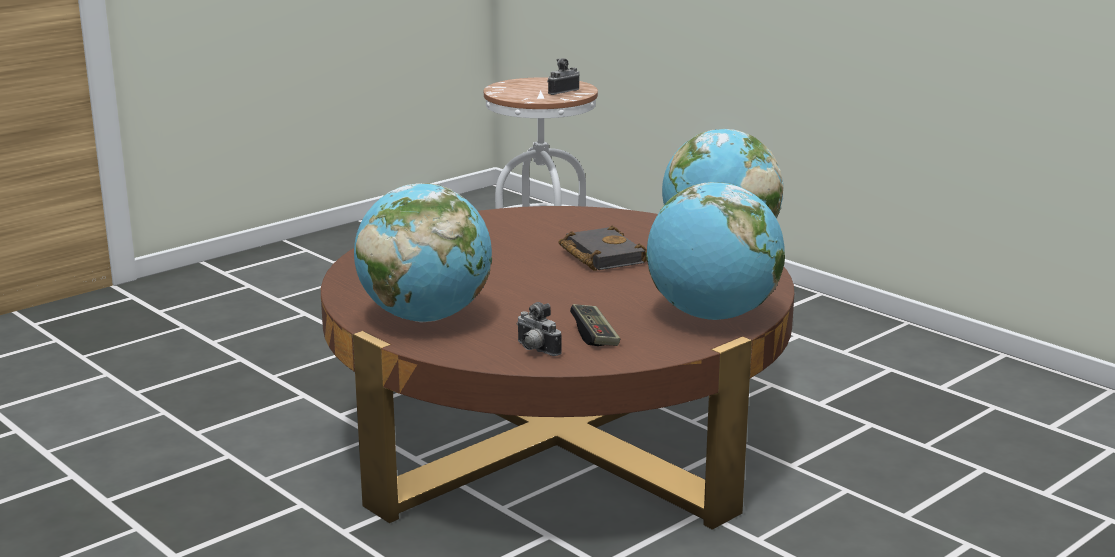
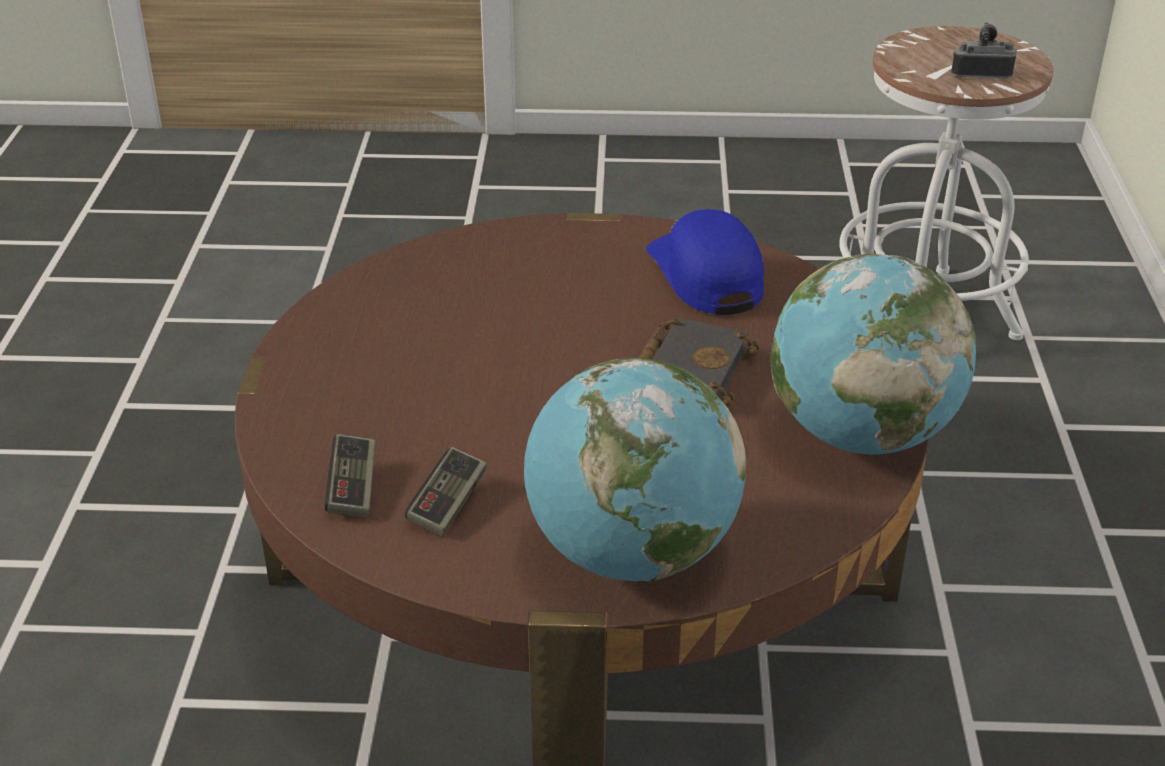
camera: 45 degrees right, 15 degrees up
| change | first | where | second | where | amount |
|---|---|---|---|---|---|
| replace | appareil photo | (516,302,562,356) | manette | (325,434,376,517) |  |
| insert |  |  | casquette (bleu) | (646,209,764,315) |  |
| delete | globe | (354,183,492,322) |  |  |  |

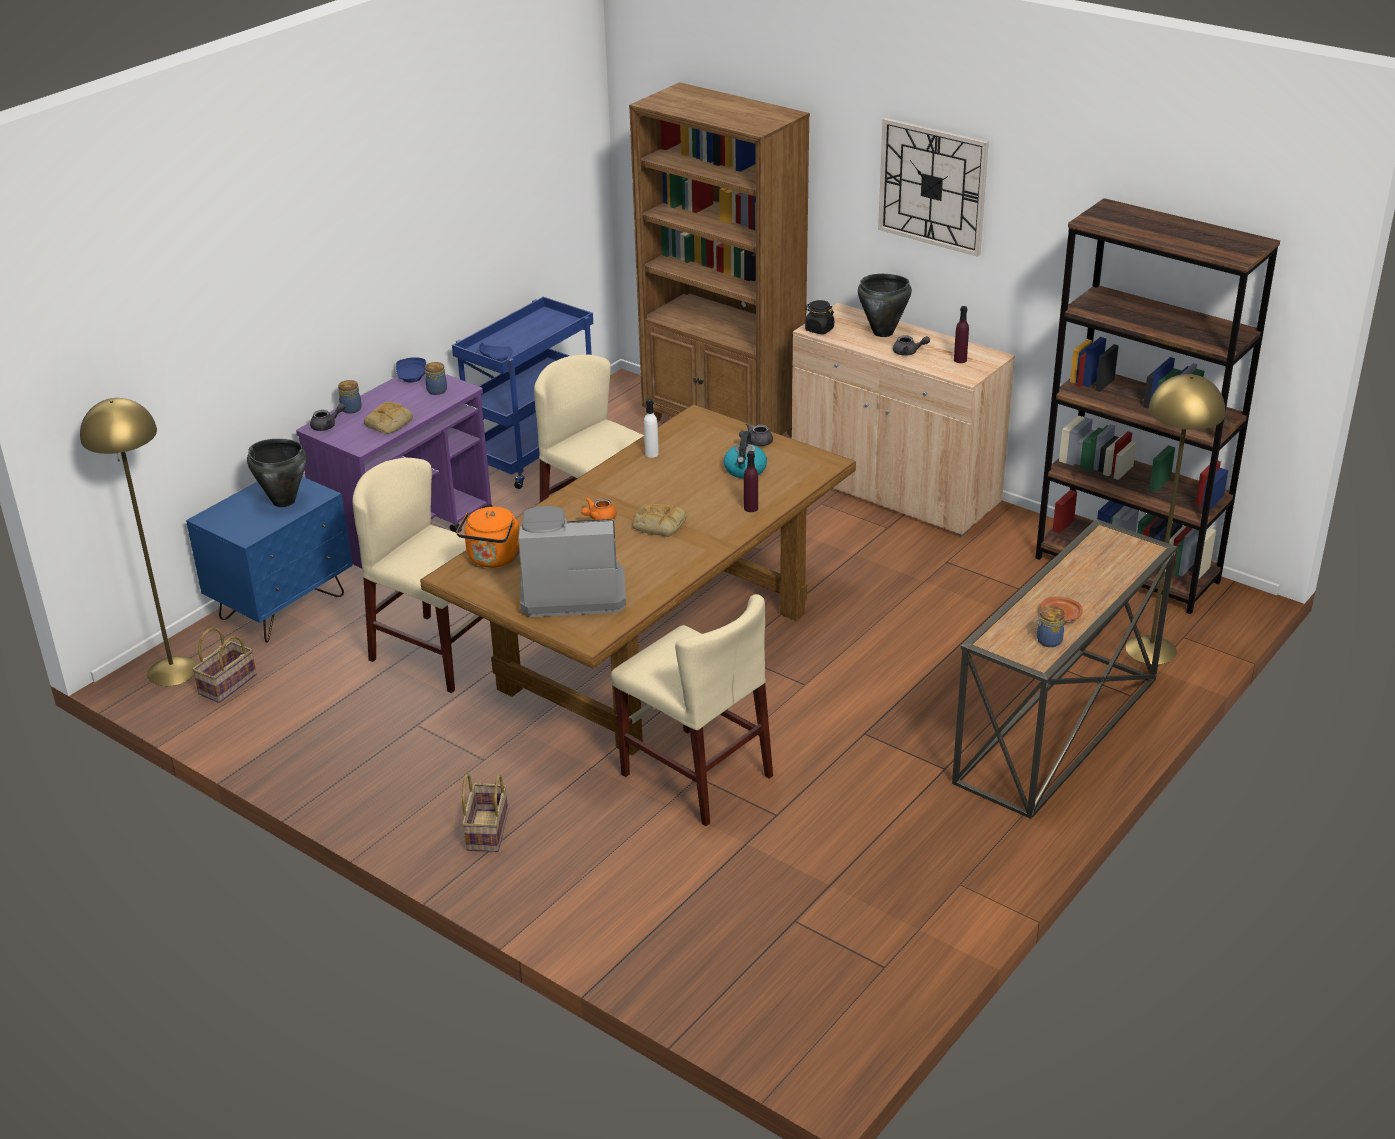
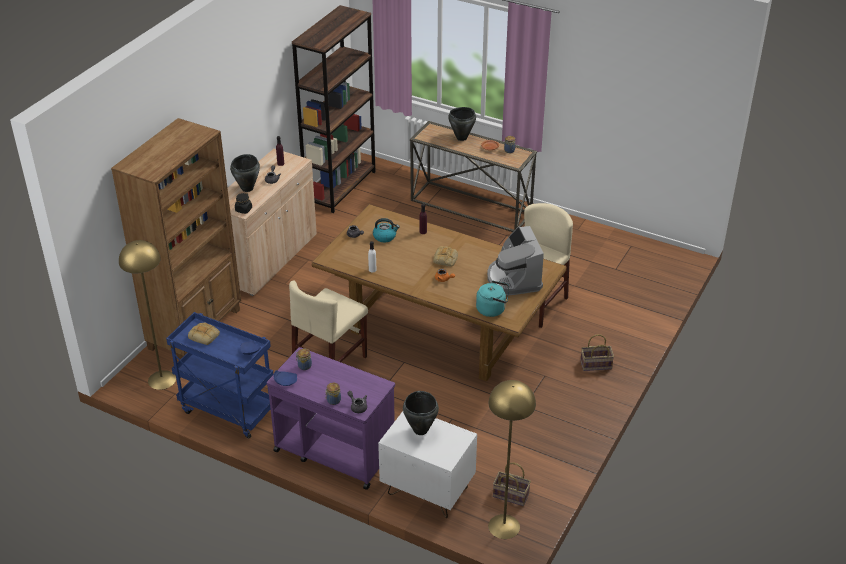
camera: 100 degrees left, 5 degrees up
| change | first | where | second | where | amount |
|---|---|---|---|---|---|
| move | lampadaire (jaune) | (1125,374,1225,664) |  | (119,240,176,390) |  |
| move | pain | (364,402,413,434) |  | (188,322,220,345) |  |
| recolor | table de chevet (bleu) | (186,476,352,643) | table de chevet (blanc) | (378,411,477,518) |  |
| insert |  |  | marmite (noir) | (448,107,476,141) |  |
| recolor | bouilloire (orange) | (456,507,519,568) | bouilloire (turquoise) | (476,281,509,317) |  |
| delete | chaise (beige) | (353,458,483,693) |  |  |  |
| delete | horloge murale | (878,118,989,257) |  |  |  |

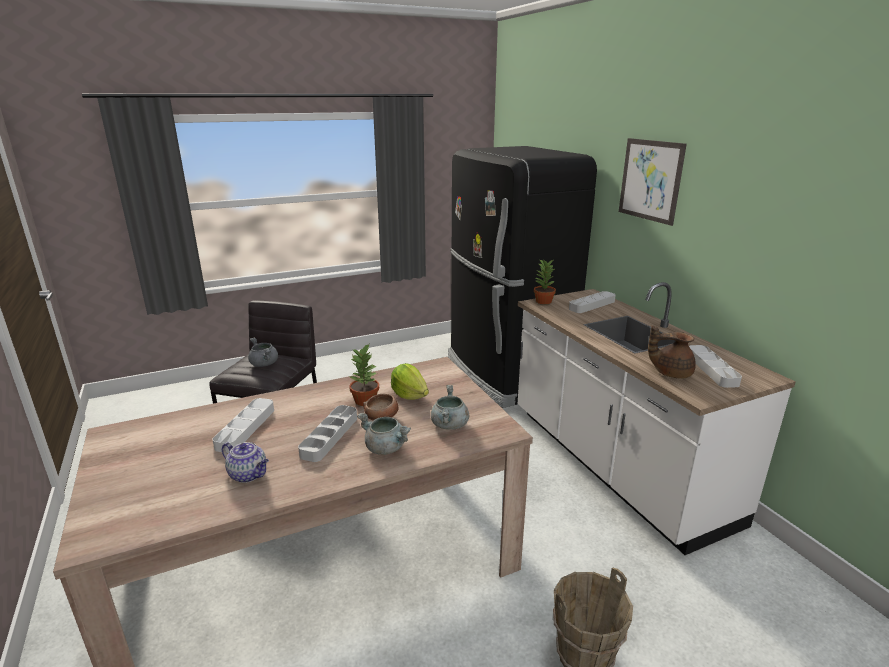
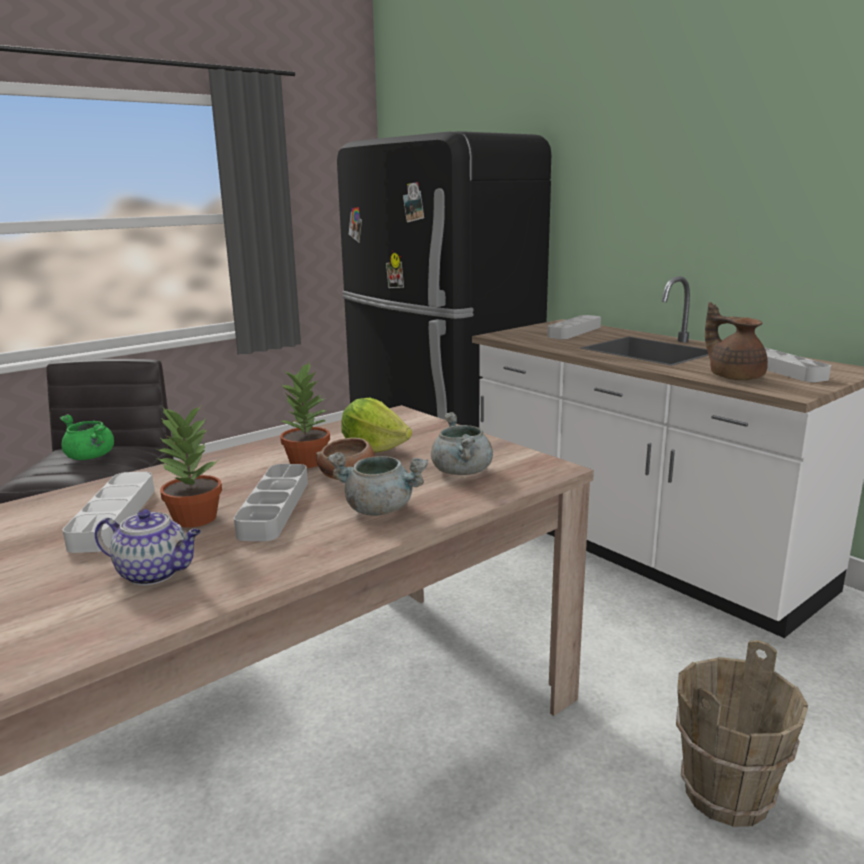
camera: 15 degrees left, 5 degrees down
| change | first | where | second | where | amount |
|---|---|---|---|---|---|
| recolor | marmite (gris) | (248,338,278,367) | marmite (vert) | (60,414,114,460) |  |
| move | plante en pot | (534,260,556,304) |  | (156,406,222,528) |  |
| rotate | théière (marron) | (648,326,696,379) |  | (705,302,768,380) | 60 degrees clockwise |
| delete | tableau | (619,138,687,226) |  |  |  |

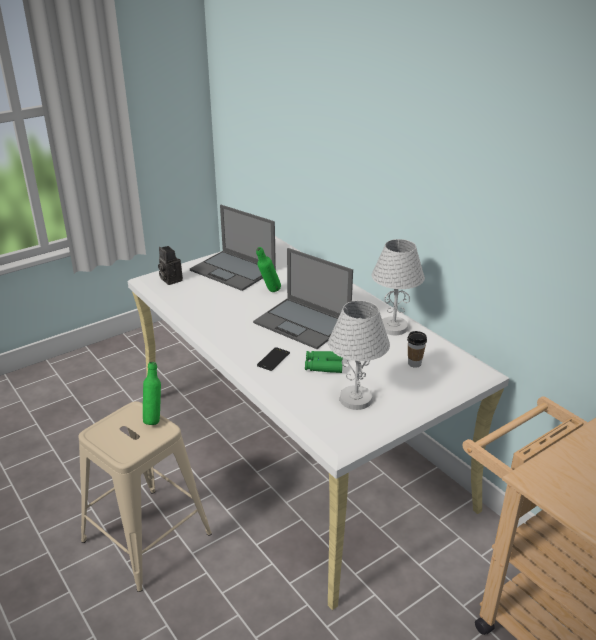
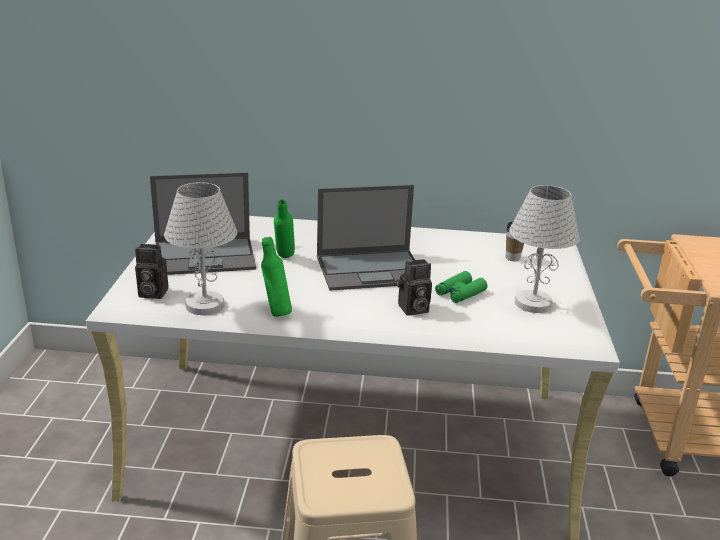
camera: 50 degrees left, 5 degrees down
| change | first | where | second | where | amount |
|---|---|---|---|---|---|
| move | lampe de table (blanc) | (372,239,425,335) |  | (164,182,237,315) |  |
| move | bouteille (vert) | (143,362,161,425) |  | (261,237,292,317) |  |
| replace | téléphone | (257,347,290,371) | appareil photo | (396,259,432,316) |  |

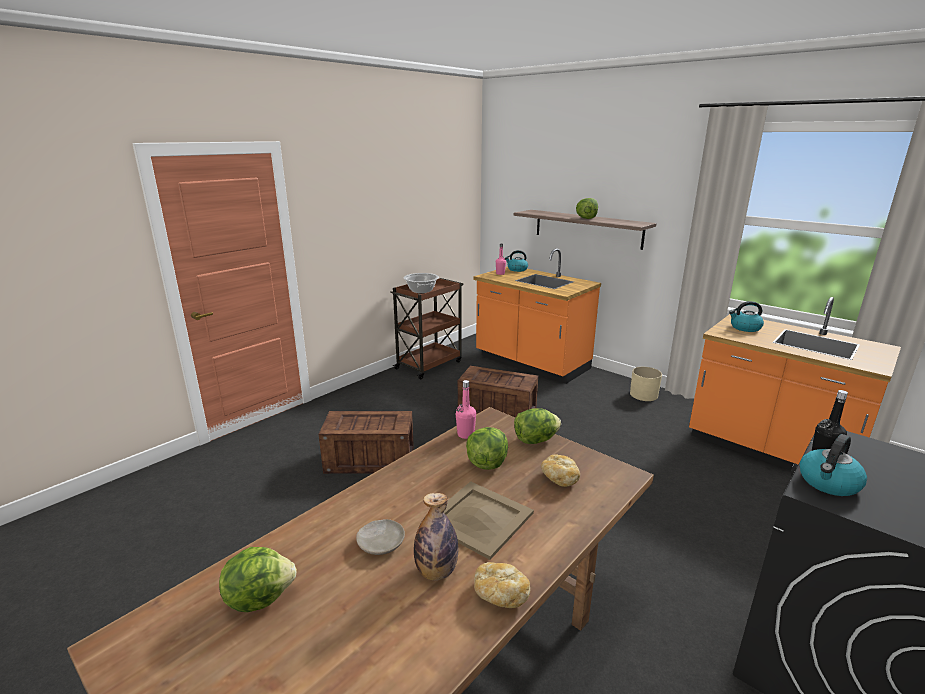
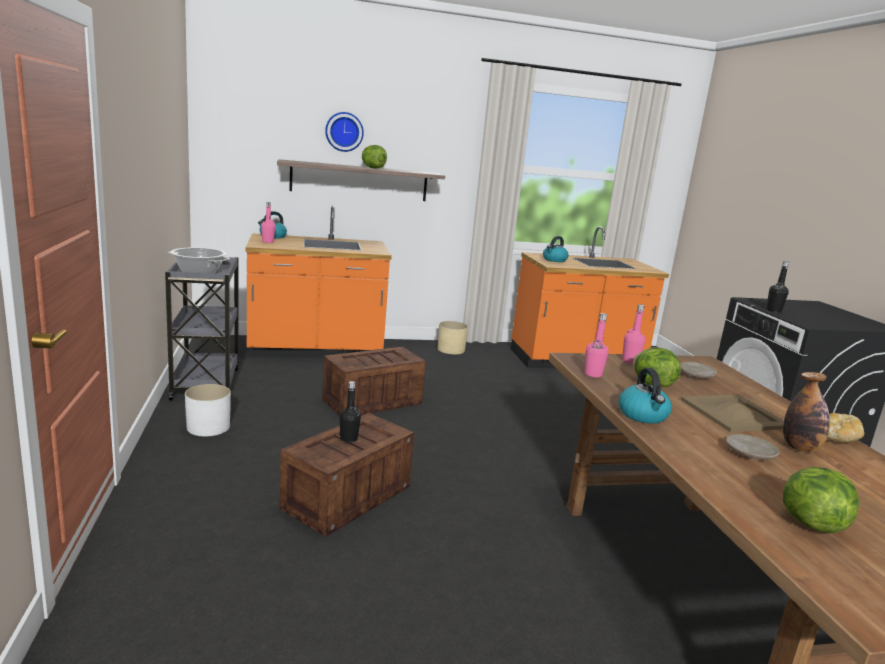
camera: 55 degrees left, 5 degrees down
| change | first | where | second | where | amount |
|---|---|---|---|---|---|
| recolor | chariot (marron) | (390,278,463,379) | chariot (gris) | (165,257,239,400) |  |
| insert |  |  | cache-pot (blanc) | (185,384,231,436) |  |
| insert |  |  | horloge murale | (325,112,364,152) |  |
| insert |  |  | bouteille (noir) | (339,381,361,443) |  |
| move | bouilloire | (800,434,867,496) |  | (618,368,672,424) |  |
| replace | laitue | (514,408,561,444) | bouteille (rose) | (622,304,645,364) |  |
| replace | pain | (541,454,580,487) | assiette (beige) | (680,362,717,378) |  |

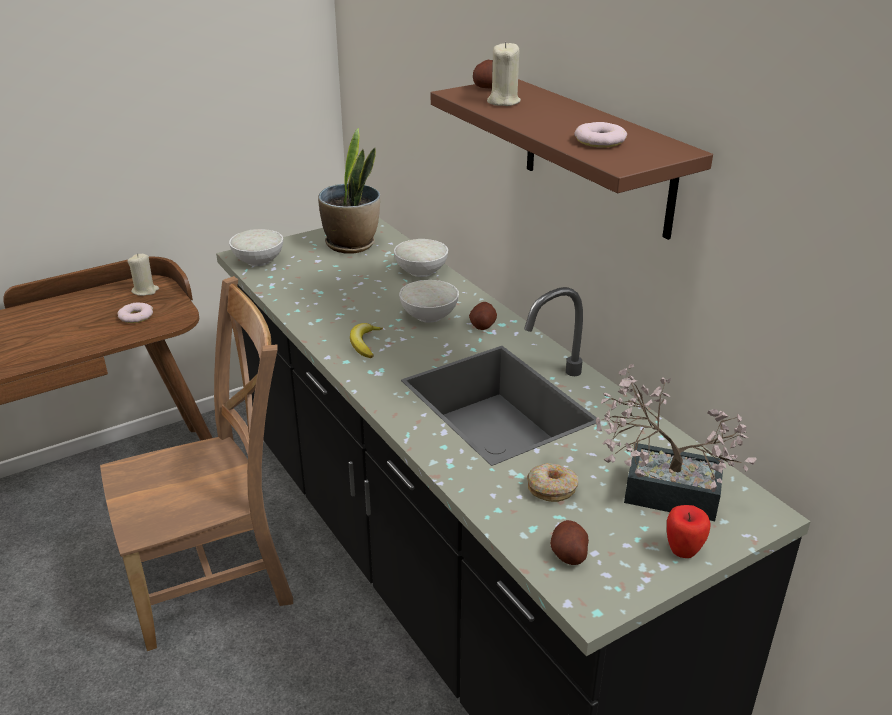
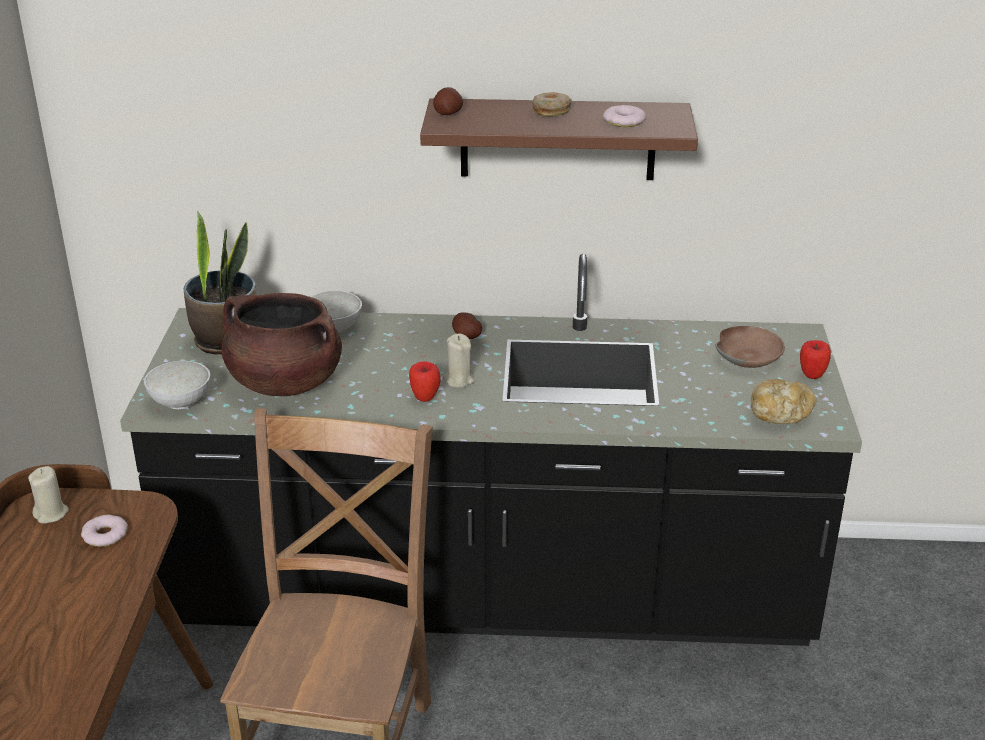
camera: 55 degrees left, 0 degrees up
| change | first | where | second | where | amount |
|---|---|---|---|---|---|
| insert |  |  | marmite (marron) | (222,293,342,396) |  |
| replace | banane | (350,323,383,358) | pomme | (409,361,440,402) |  |
| move | bougie (beige) | (487,42,521,106) |  | (443,334,475,388) |  |
| move | beignet | (527,463,578,502) |  | (532,92,572,117) |  |
| replace | plante en pot | (596,364,757,521) | bol (marron) | (715,326,785,368) |  |
| replace | pomme de terre | (550,520,589,565) | pain | (751,379,817,424) |  |
| delete | bol (blanc) | (399,280,459,323) |  |  |  |

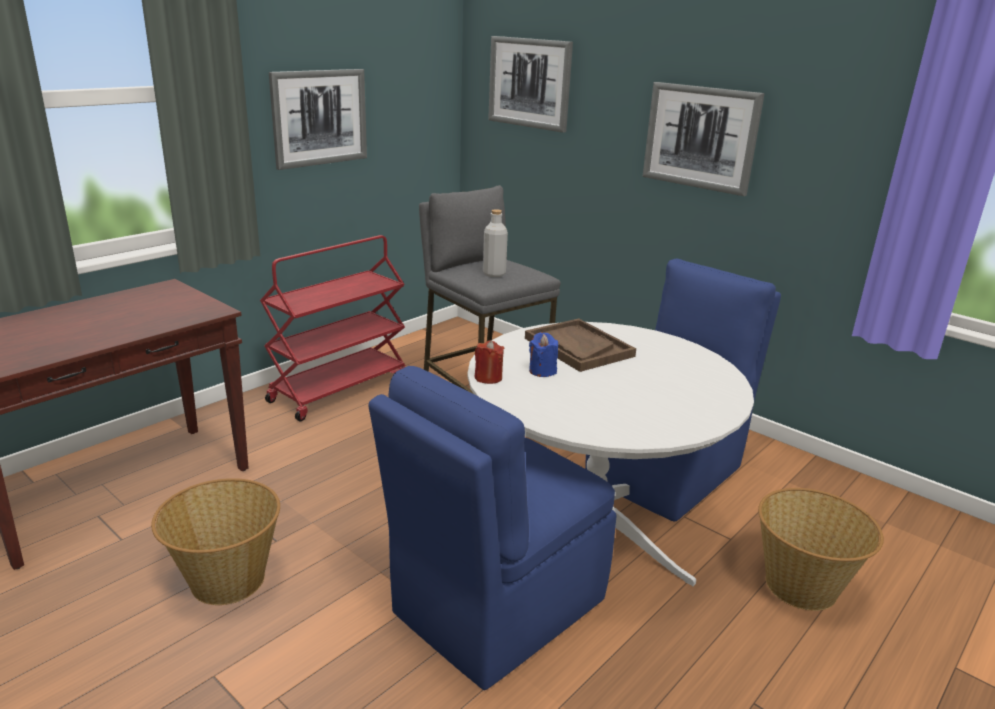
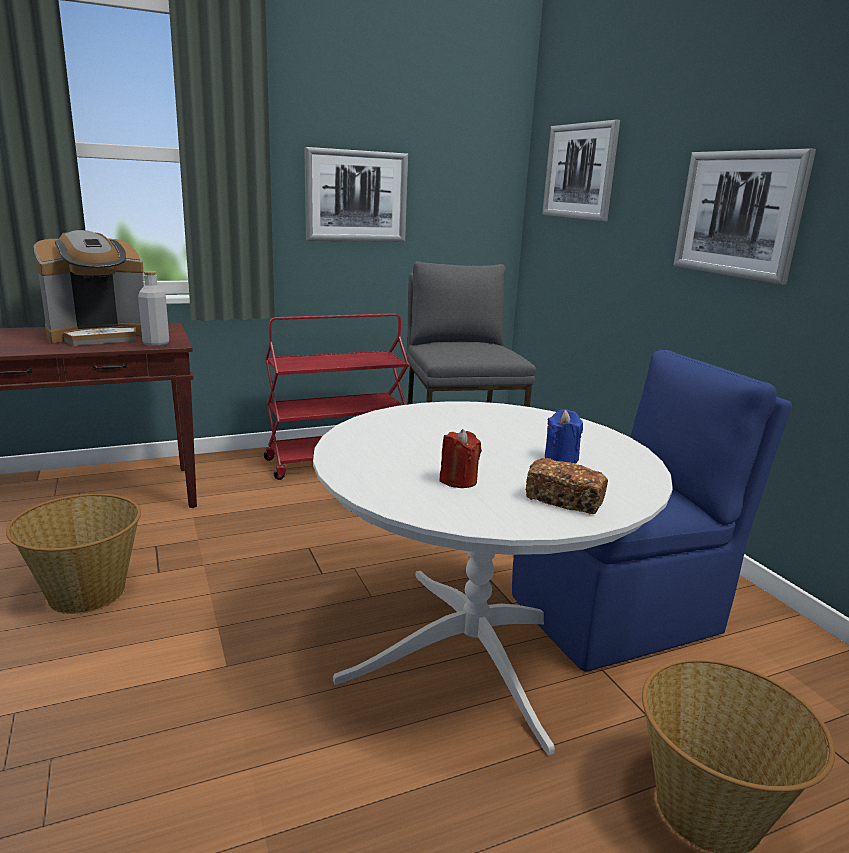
camera: 25 degrees right, 5 degrees down
| change | first | where | second | where | amount |
|---|---|---|---|---|---|
| insert |  |  | machine à café | (34,230,144,346) |  |
| move | bouteille (gris) | (483,209,508,277) |  | (138,271,169,346) |  |
| move | bougie (rouge) | (474,340,504,384) |  | (439,429,482,488) |  |
| insert |  |  | pain | (526,458,608,514) |  |
| move | bougie (bleu) | (529,332,558,377) |  | (545,409,583,463) |  |
| delete | chaise (bleu) | (368,366,617,690) |  |  |  |
| delete | plateau (marron) | (525,319,636,372) |  |  |  |

